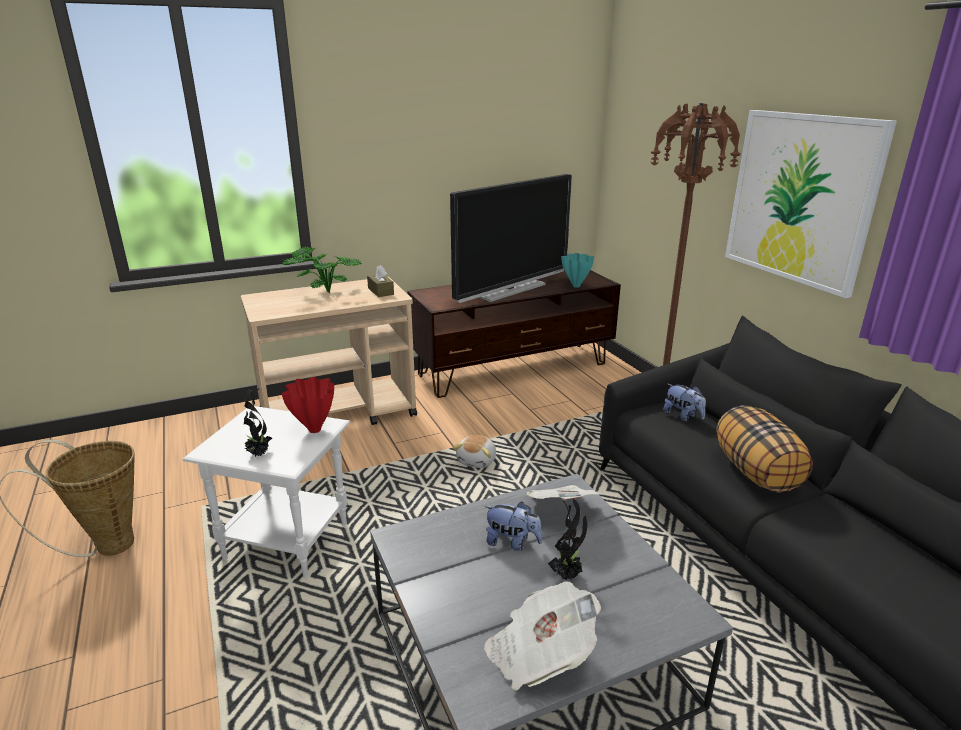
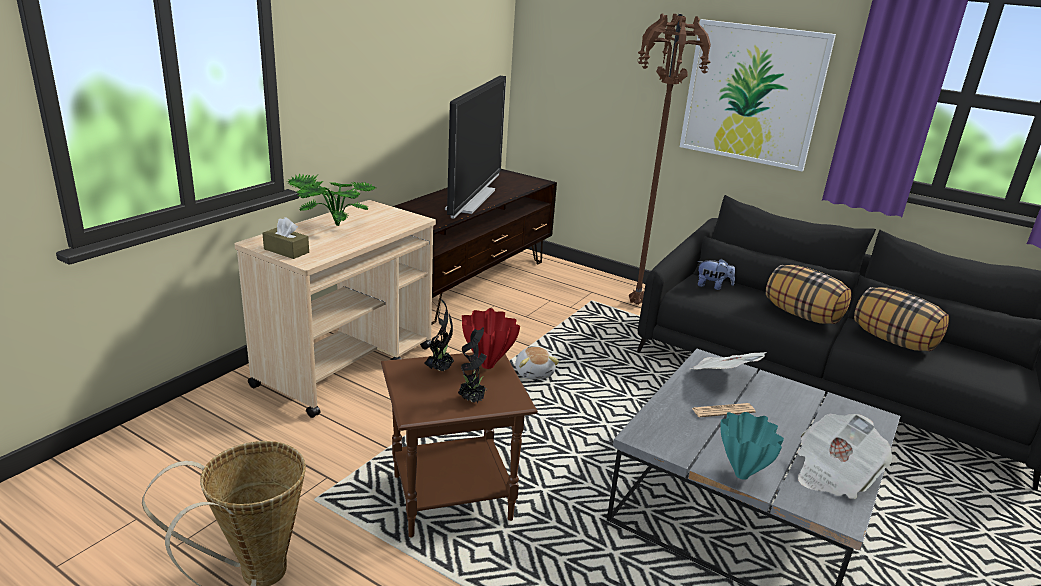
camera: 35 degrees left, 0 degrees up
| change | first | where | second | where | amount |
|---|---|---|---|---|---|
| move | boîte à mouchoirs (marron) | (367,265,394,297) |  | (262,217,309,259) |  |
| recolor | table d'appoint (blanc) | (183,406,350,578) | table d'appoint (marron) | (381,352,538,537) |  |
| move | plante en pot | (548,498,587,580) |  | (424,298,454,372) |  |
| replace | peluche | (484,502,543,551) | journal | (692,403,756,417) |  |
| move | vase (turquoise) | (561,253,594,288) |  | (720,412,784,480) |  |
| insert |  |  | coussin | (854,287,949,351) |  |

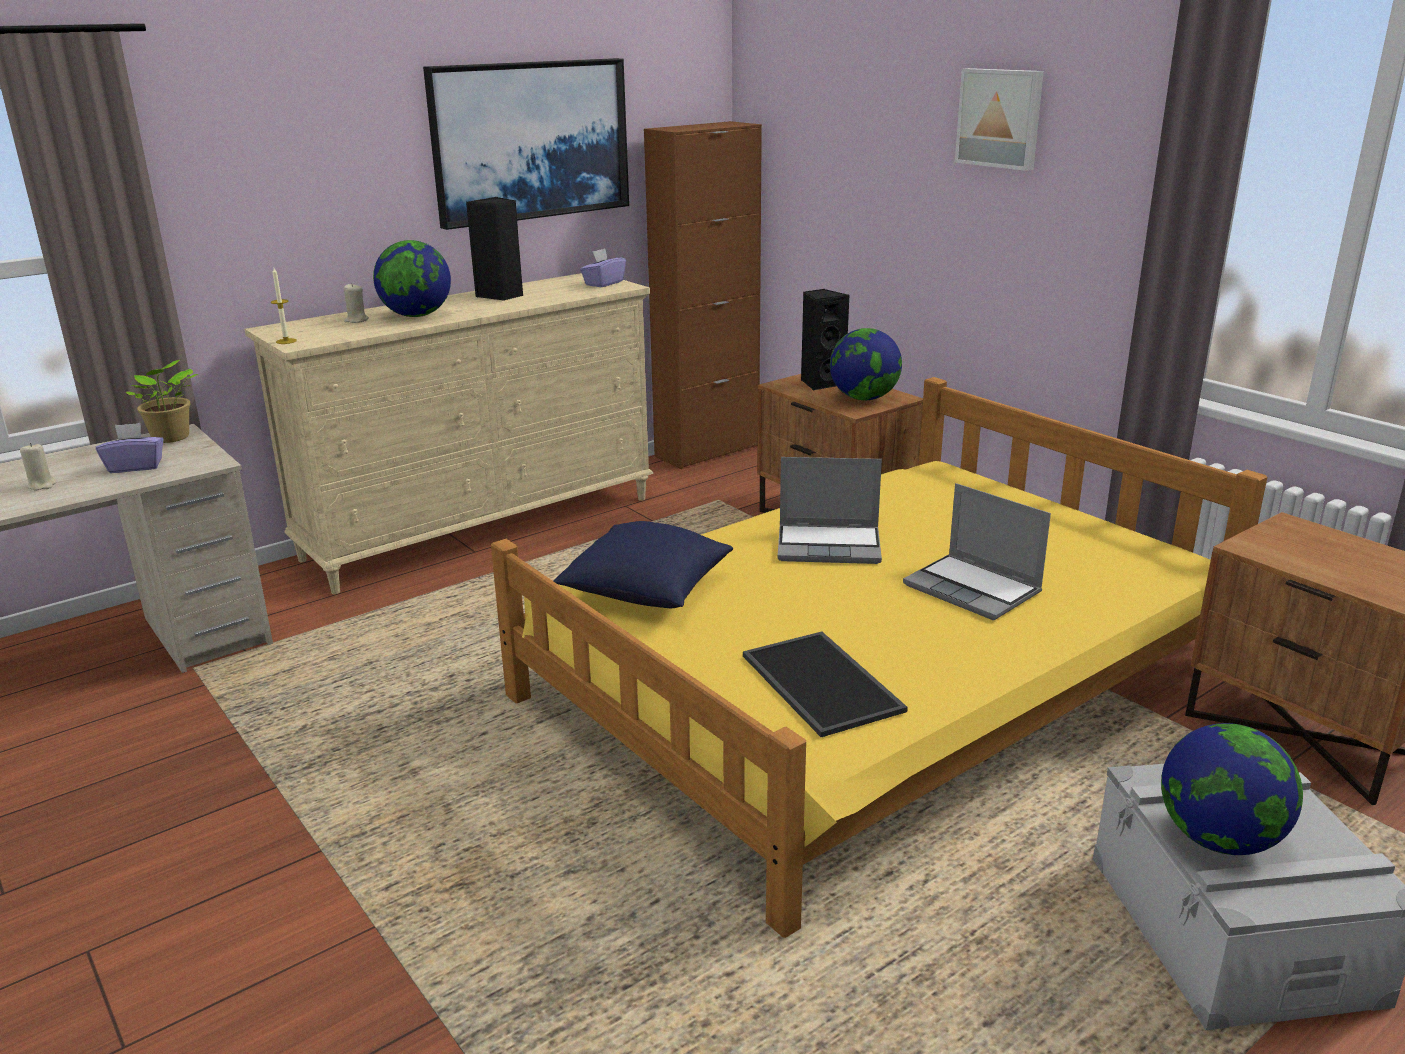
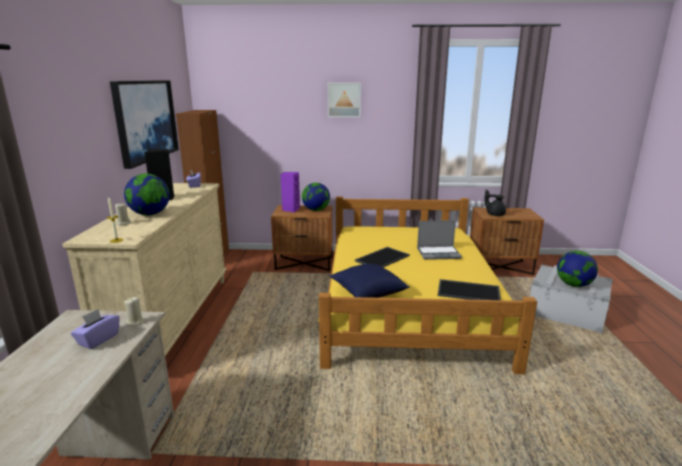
camera: 50 degrees left, 5 degrees down
| change | first | where | second | where | amount |
|---|---|---|---|---|---|
| move | bougie (beige) | (20,443,56,491) |  | (124,297,146,326) |  |
| recolor | enceinte (noir) | (801,289,850,390) | enceinte (violet) | (280,172,300,213) |  |
| replace | ordinateur portable | (778,457,882,564) | plateau | (355,247,410,267) |  |
| insert |  |  | théière (noir) | (484,190,506,216) |  |
| delete | plante en pot | (126,359,198,443) |  |  |  |

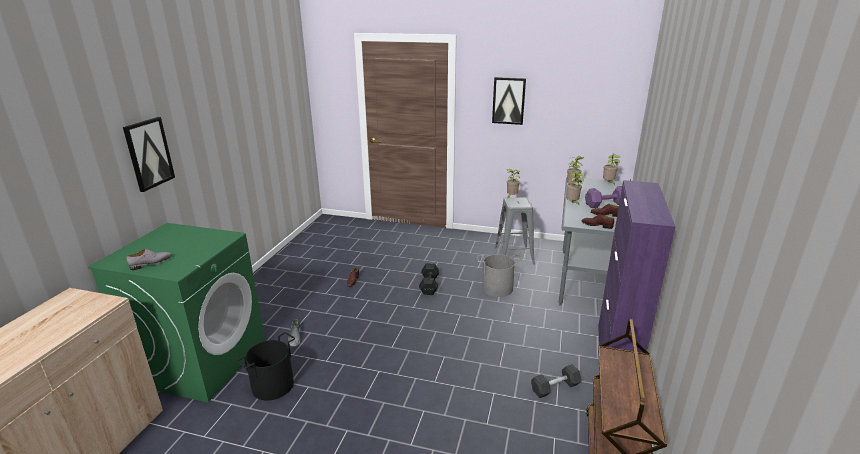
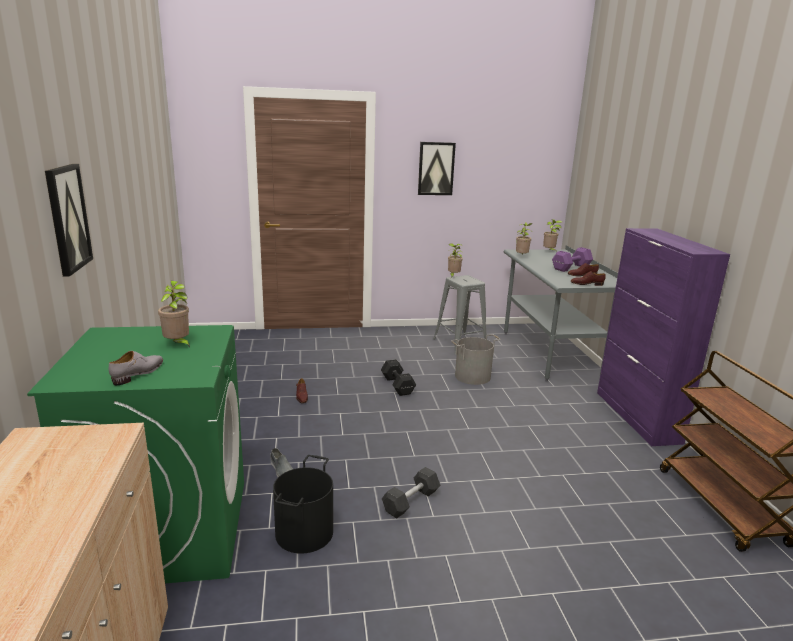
camera: 25 degrees left, 5 degrees down
| change | first | where | second | where | amount |
|---|---|---|---|---|---|
| move | plante en pot | (566,171,584,206) |  | (158,281,190,348) |  |
| move | haltère (gris) | (531,364,581,398) |  | (382,467,440,519) |  |

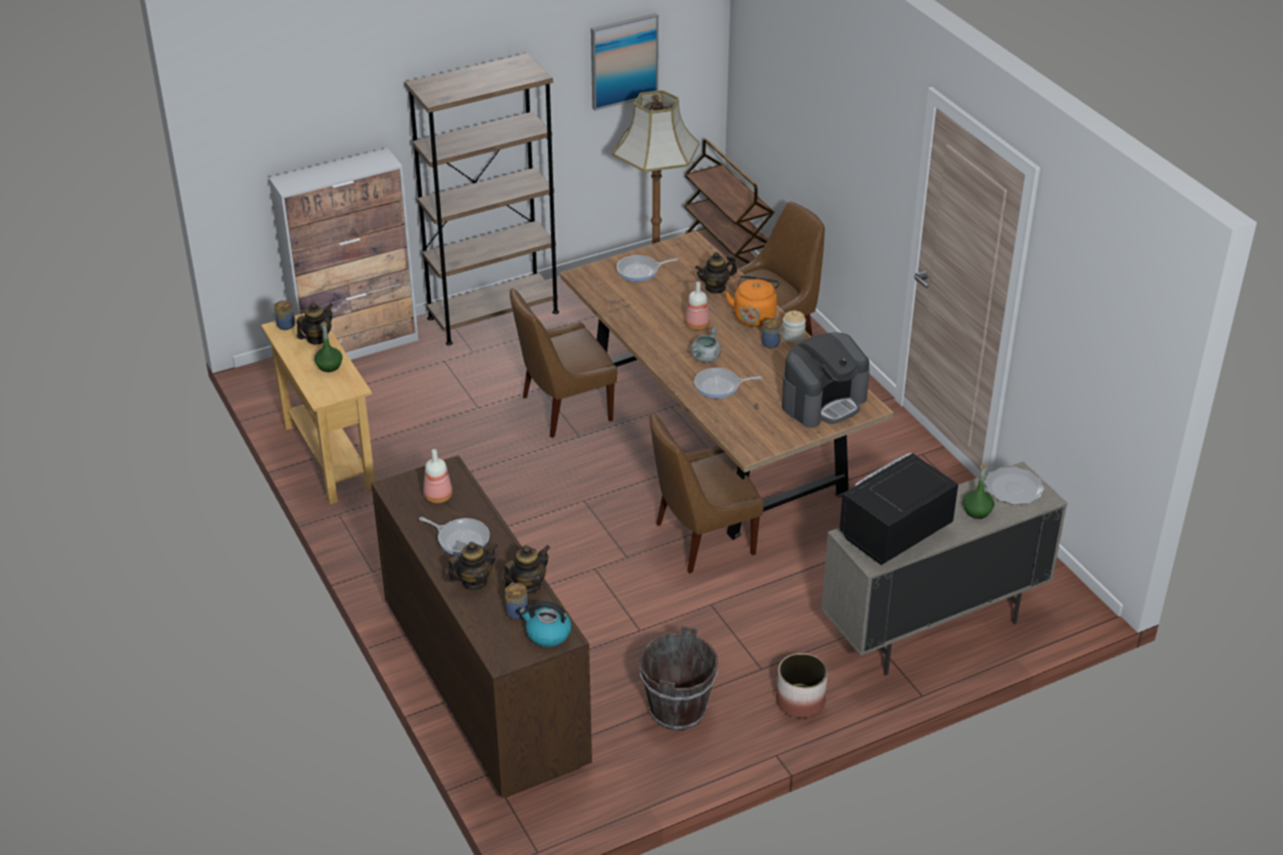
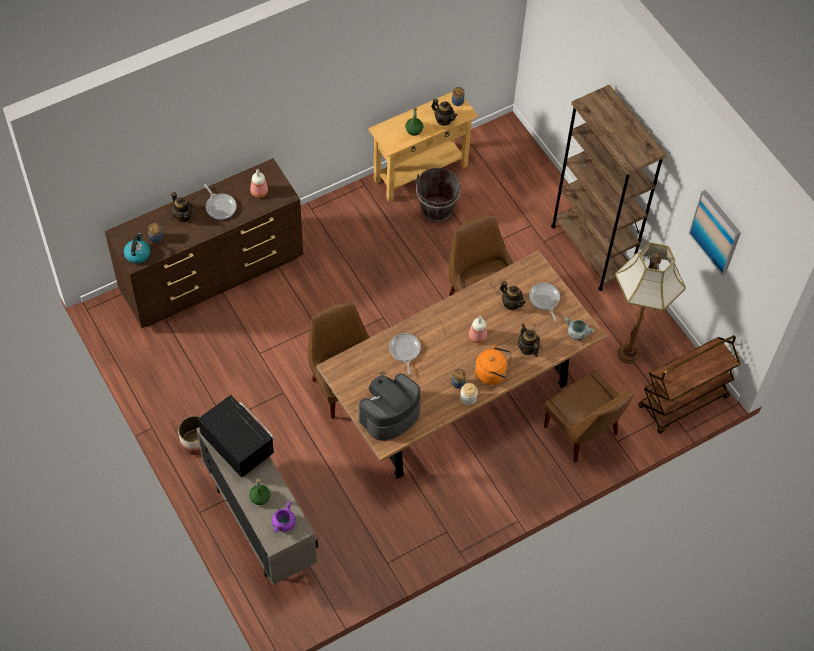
camera: 85 degrees right, 20 degrees up
| change | first | where | second | where | amount |
|---|---|---|---|---|---|
| rotate | poêle | (419,517,490,556) |  | (204,184,237,220) | 60 degrees counterclockwise |
| replace | assiette | (985,467,1044,505) | marmite (violet) | (272,501,296,532) |  |
| rotate | machine à café | (782,333,870,428) |  | (359,373,421,441) | 90 degrees clockwise |
| move | seau (marron) | (639,626,718,731) |  | (416,168,462,222) |  |
| move | théière | (503,545,550,593) |  | (500,281,525,310) |  |
| move | marmite (gris) | (690,326,721,363) |  | (564,317,594,341) |  |
| delete | meuble de rangement | (268,148,418,360) |  |  |  |

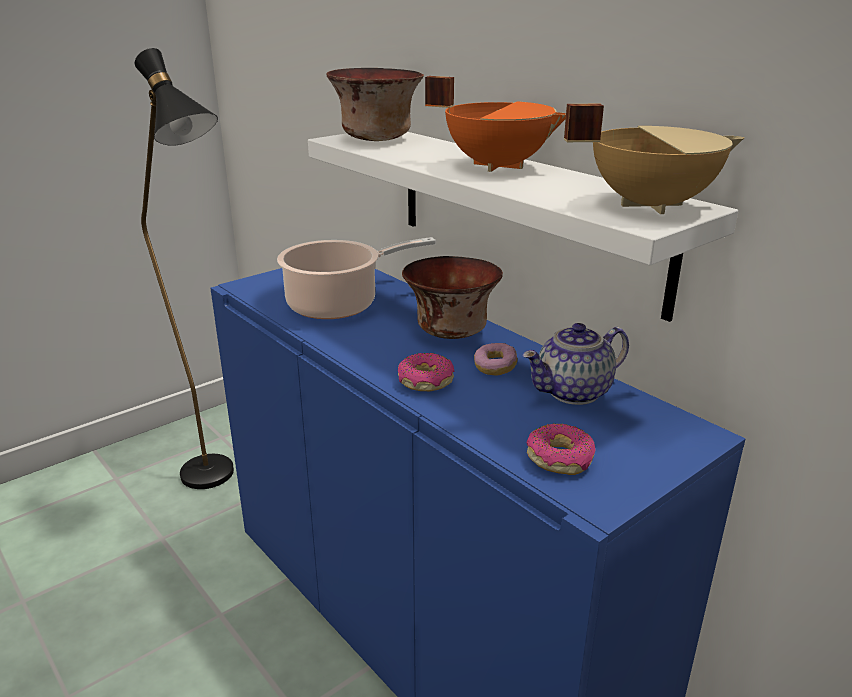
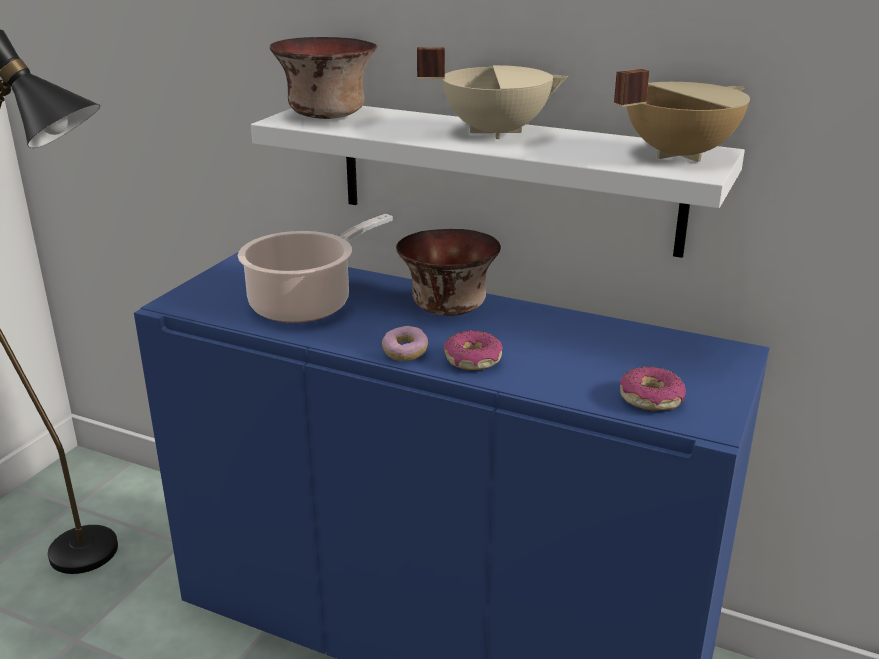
camera: 25 degrees left, 0 degrees up
| change | first | where | second | where | amount |
|---|---|---|---|---|---|
| move | beignet | (474,343,518,376) |  | (382,326,428,361) |  |
| recolor | marmite (orange) | (425,76,566,172) | marmite (beige) | (417,47,568,139) |  |
| delete | théière | (522,323,629,405) |  |  |  |

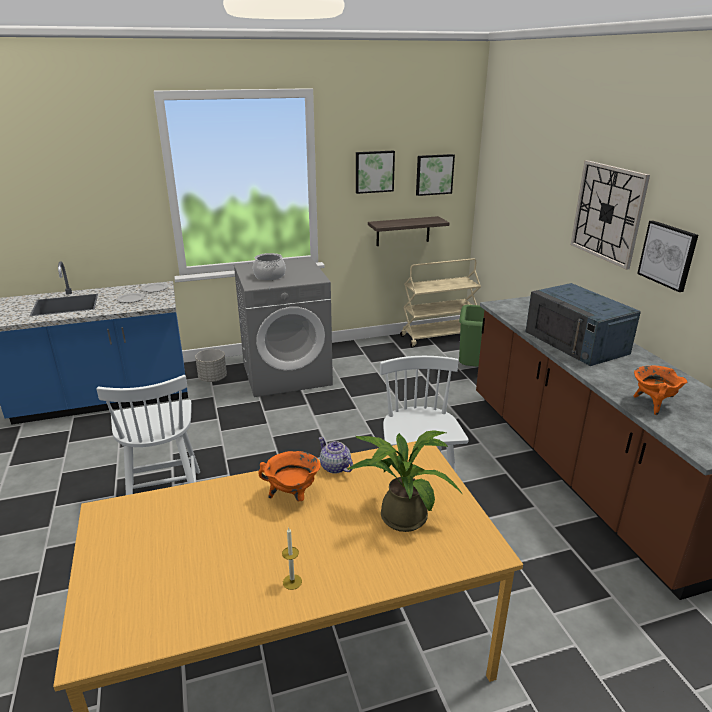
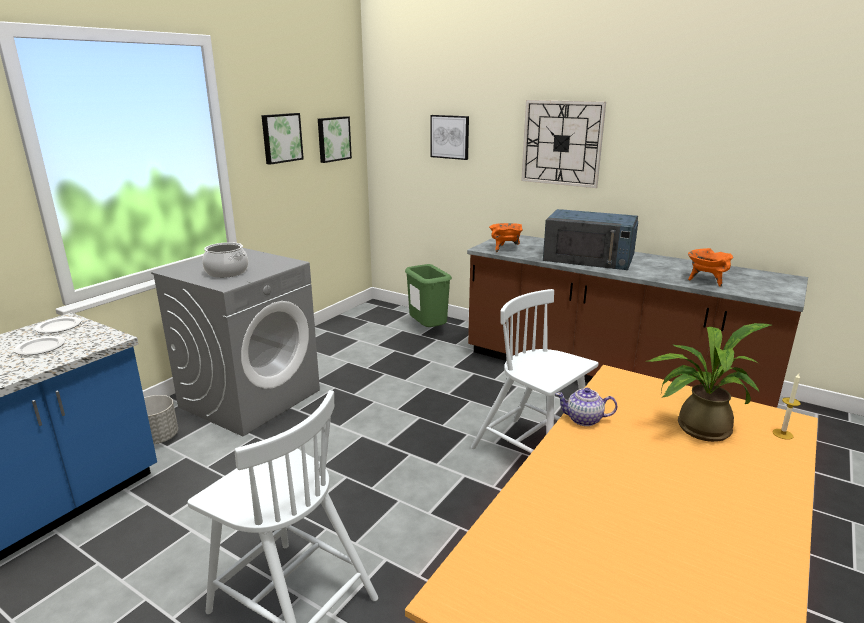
camera: 40 degrees left, 5 degrees down
| change | first | where | second | where | amount |
|---|---|---|---|---|---|
| move | tableau | (637,221,698,292) |  | (430,115,469,160) |  |
| move | marmite (orange) | (258,451,320,502) |  | (489,223,523,252) |  |
| move | bougie | (282,528,302,590) |  | (772,373,801,440) |  |
| delete | étagère | (368,216,449,246) |  |  |  |
| delete | chariot (beige) | (400,258,481,348) |  |  |  |

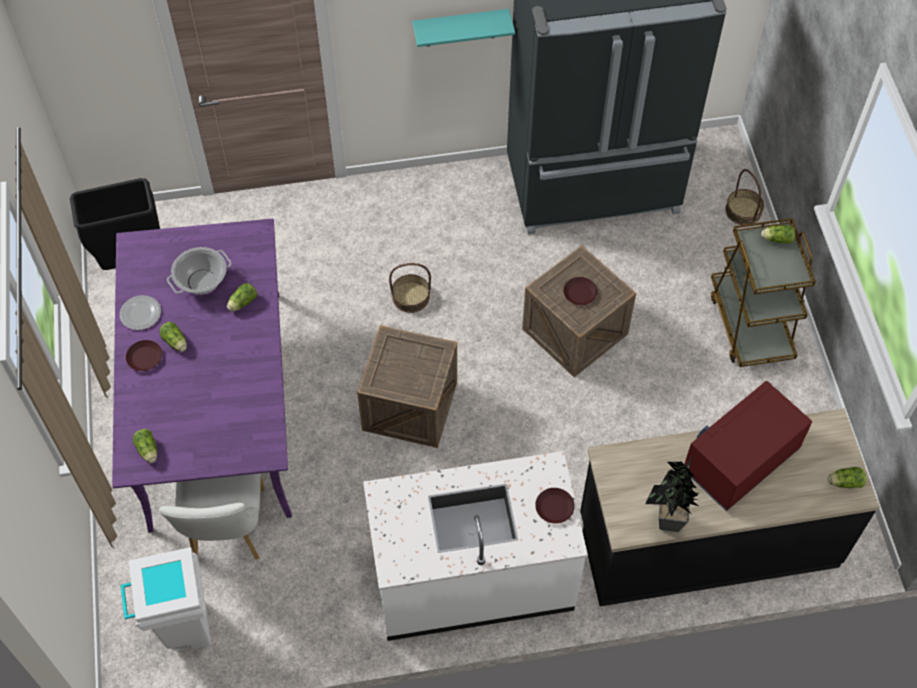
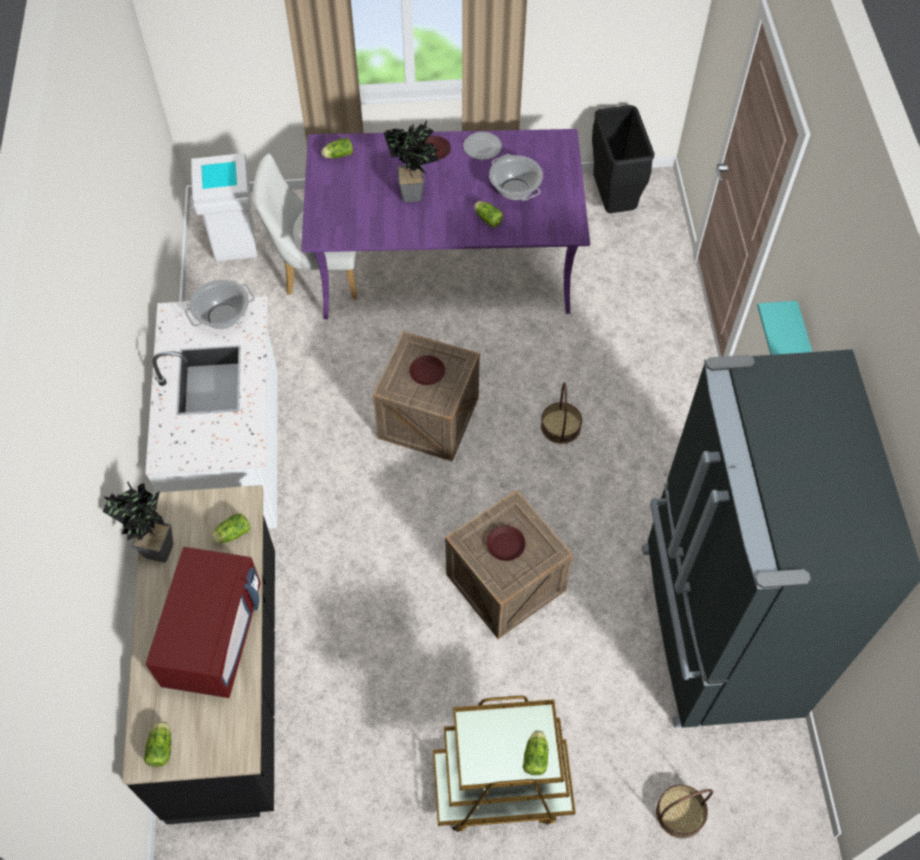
camera: 95 degrees right, 0 degrees up
| change | first | where | second | where | amount |
|---|---|---|---|---|---|
| rotate | micro-ondes (rouge) | (684,380,812,511) |  | (146,547,261,698) | 45 degrees clockwise |
| insert |  |  | marmite | (185,280,255,329) |  |
| move | laitue | (160,322,187,352) |  | (211,513,250,544) |  |
| insert |  |  | plante en pot | (383,120,439,202) |  |
| move | assiette (marron) | (535,488,575,524) |  | (409,355,445,385) |  |

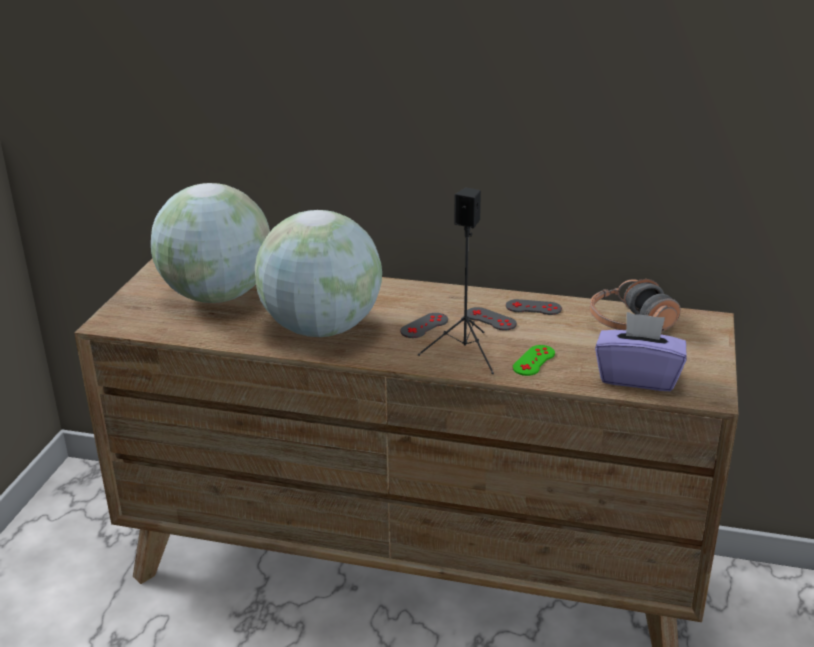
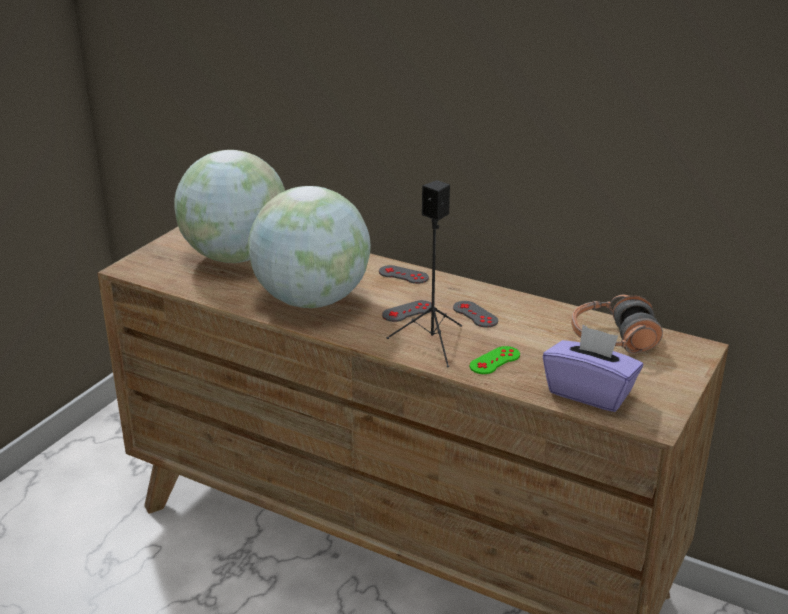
camera: 15 degrees right, 0 degrees up
| change | first | where | second | where | amount |
|---|---|---|---|---|---|
| move | manette (gris) | (506,299,562,315) |  | (379,265,429,284) |  |

